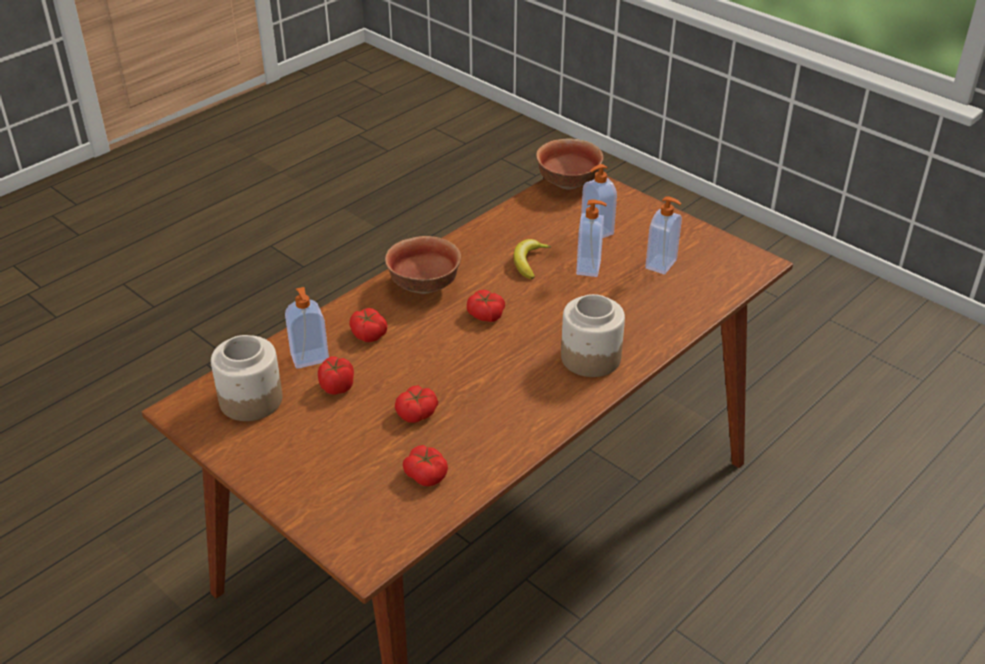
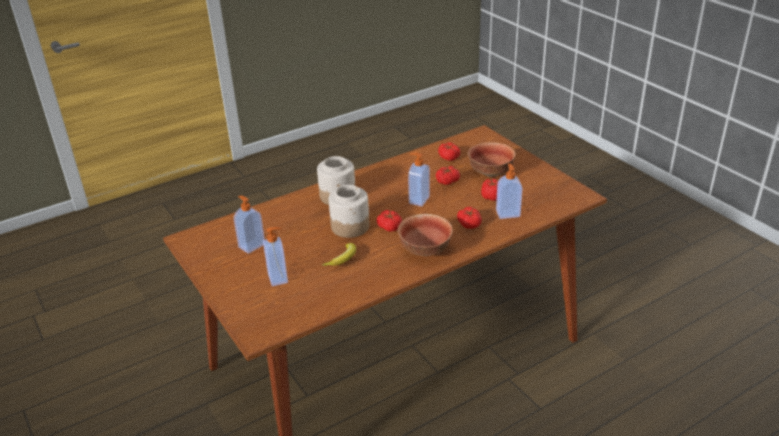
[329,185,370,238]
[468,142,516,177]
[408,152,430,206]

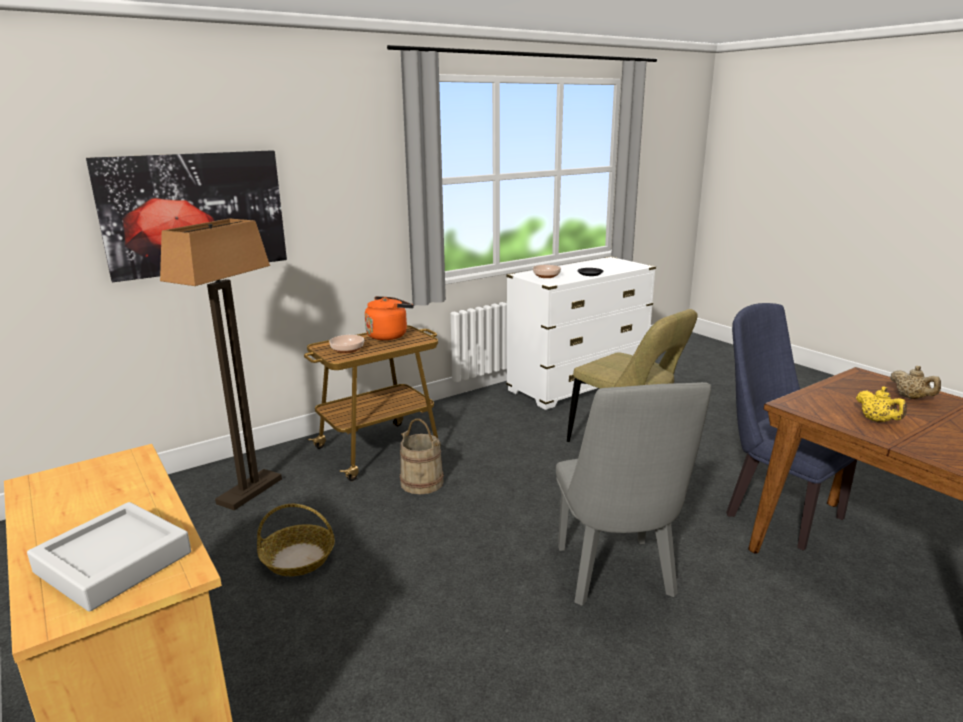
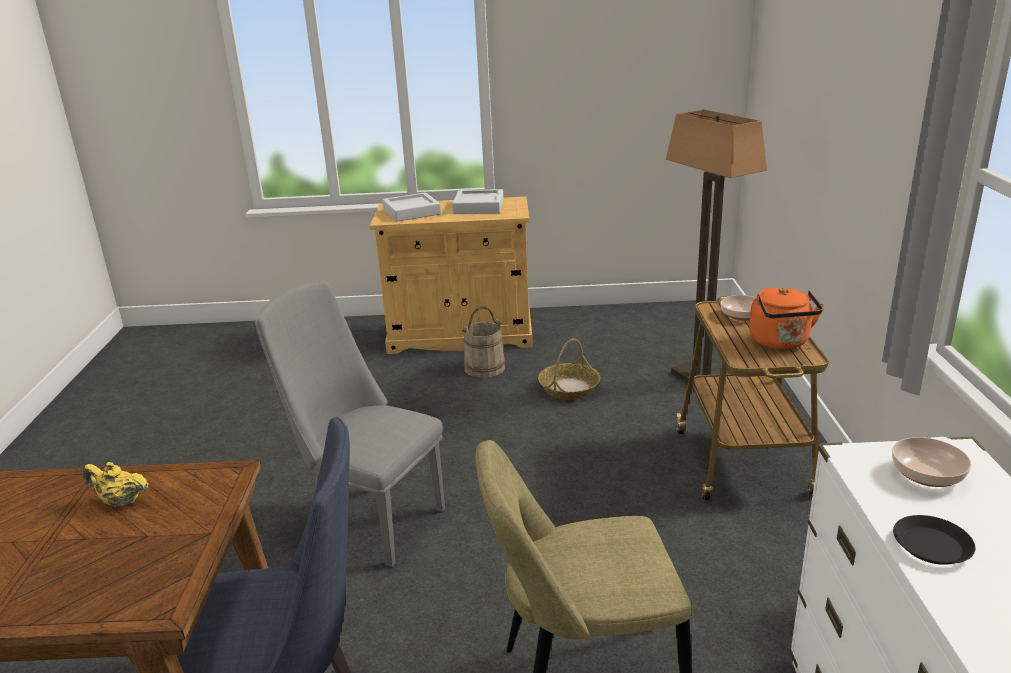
[86,150,287,282] (first image)
[462,306,505,378]
[890,366,941,399] (first image)
[452,189,503,214]

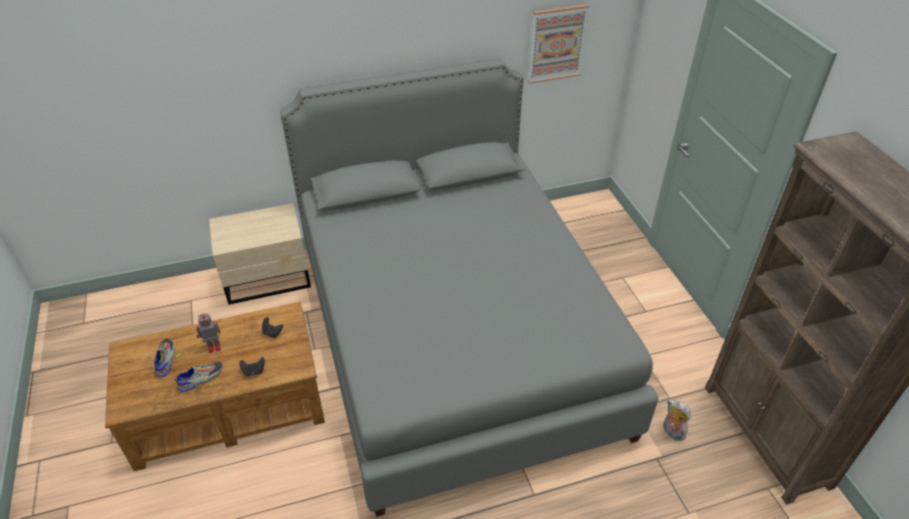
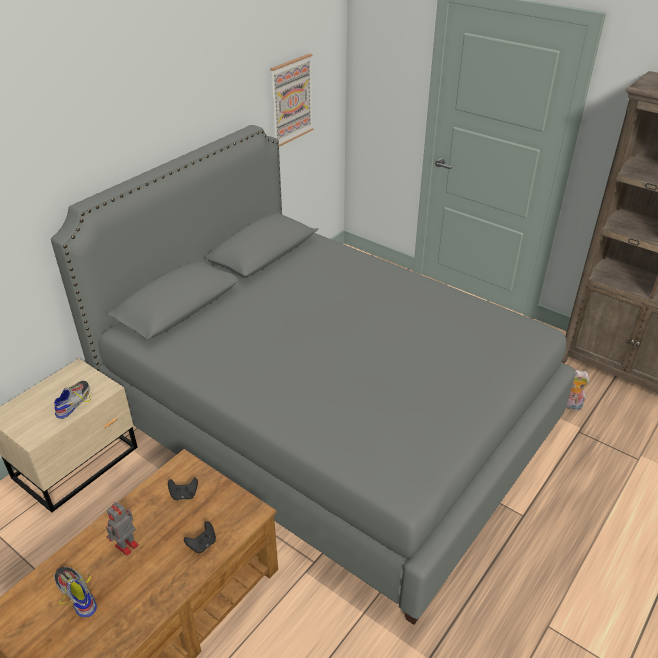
[54,381,91,419]

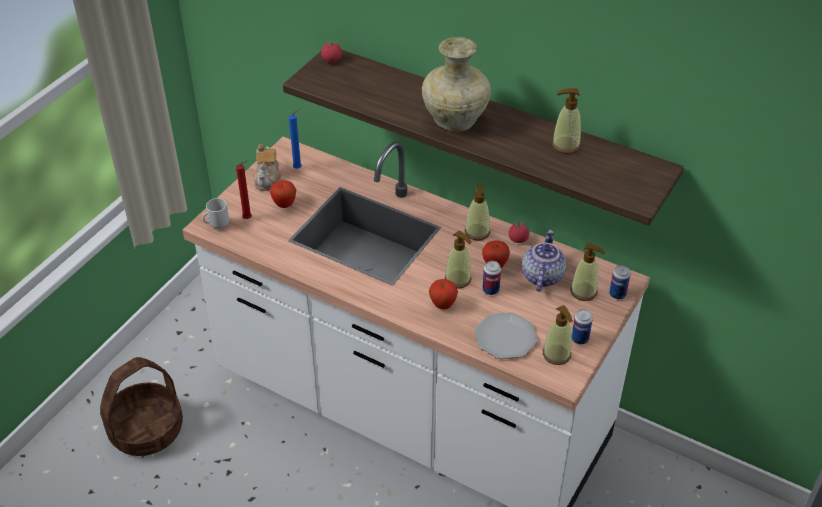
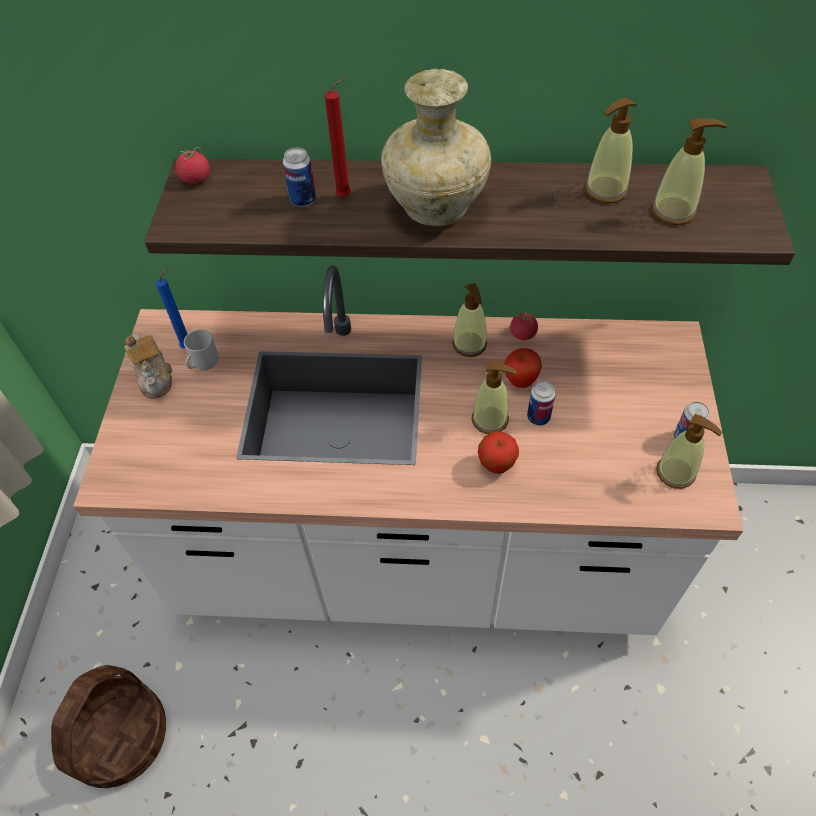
[184,329,219,370]
[325,78,351,197]
[270,180,296,208] (first image)
[475,312,537,359] (first image)
[522,230,566,291] (first image)
[652,118,727,225]
[283,148,316,207]

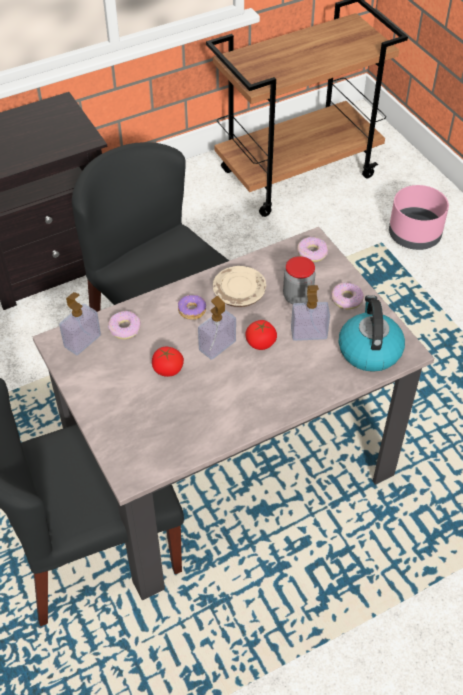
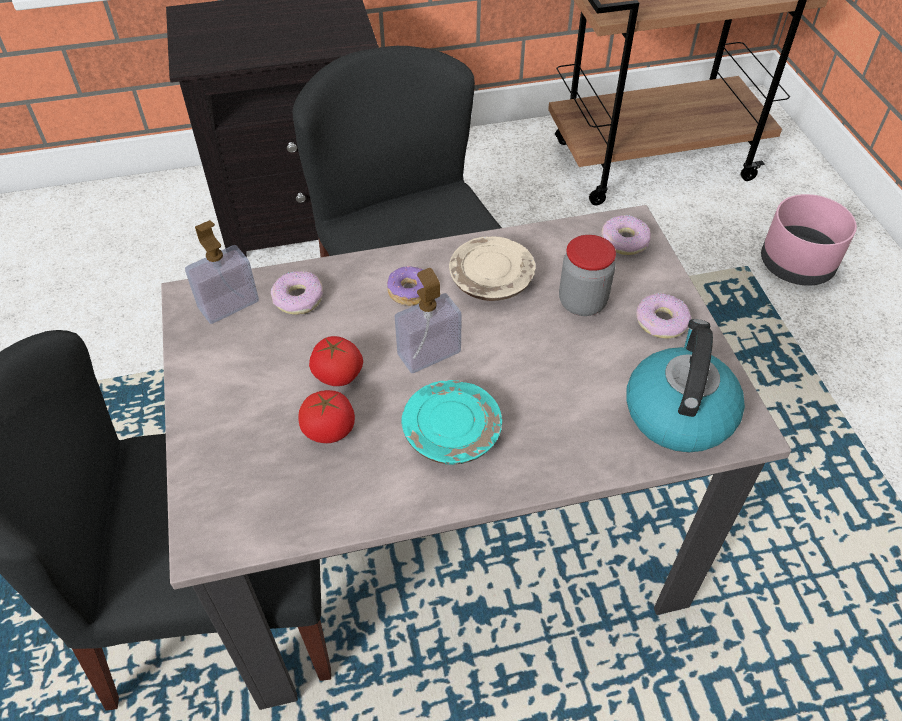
[298,390,355,443]
[291,285,330,341] (first image)
[402,380,502,465]

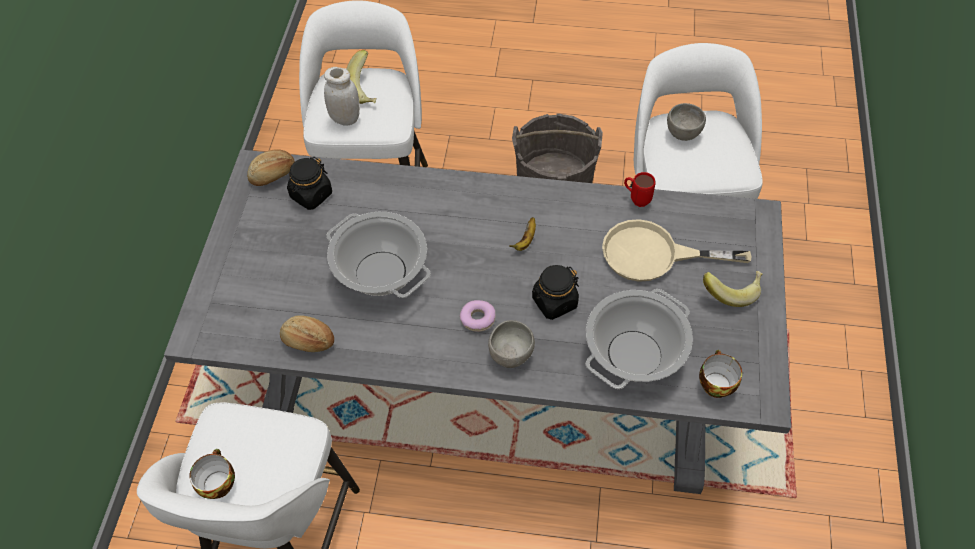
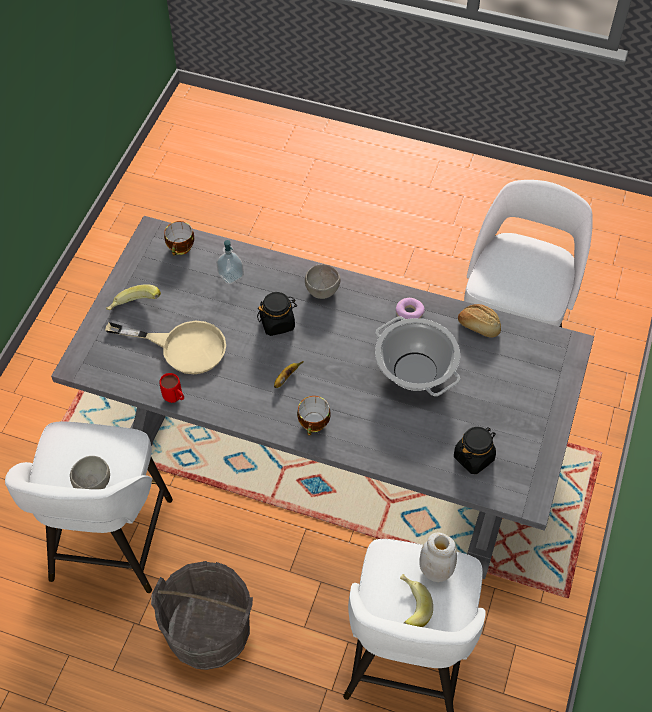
[297,396,331,436]
[247,149,295,186] (first image)
[396,298,425,319]
[216,240,244,284]

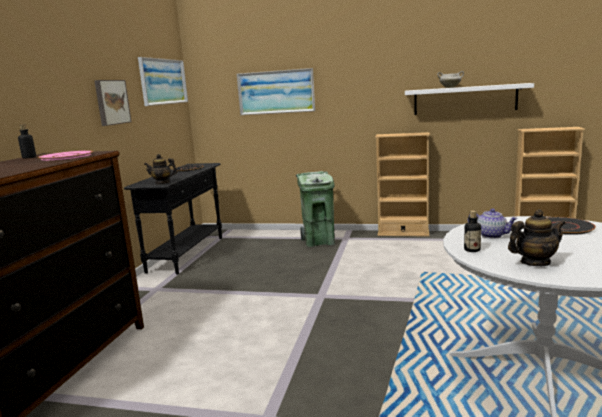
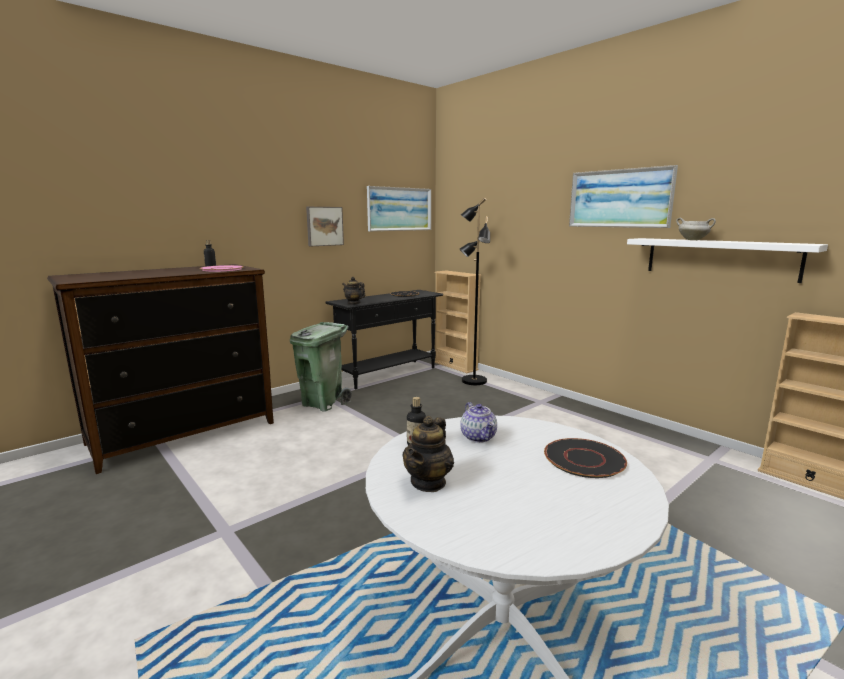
[569,165,678,228]
[290,322,352,412]
[435,271,481,373]
[402,416,454,492]
[460,197,490,385]

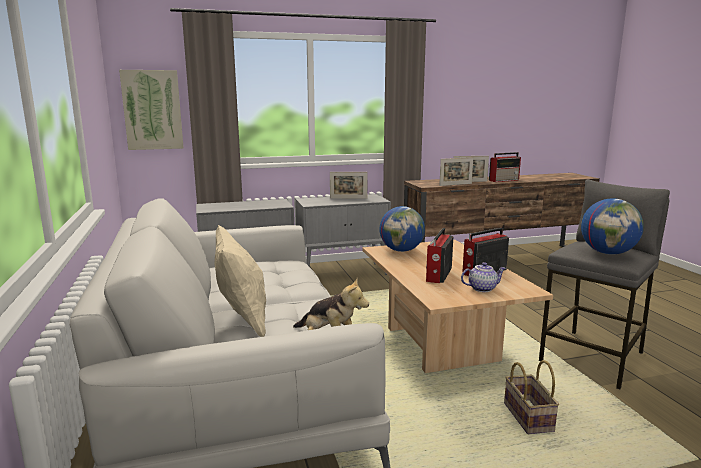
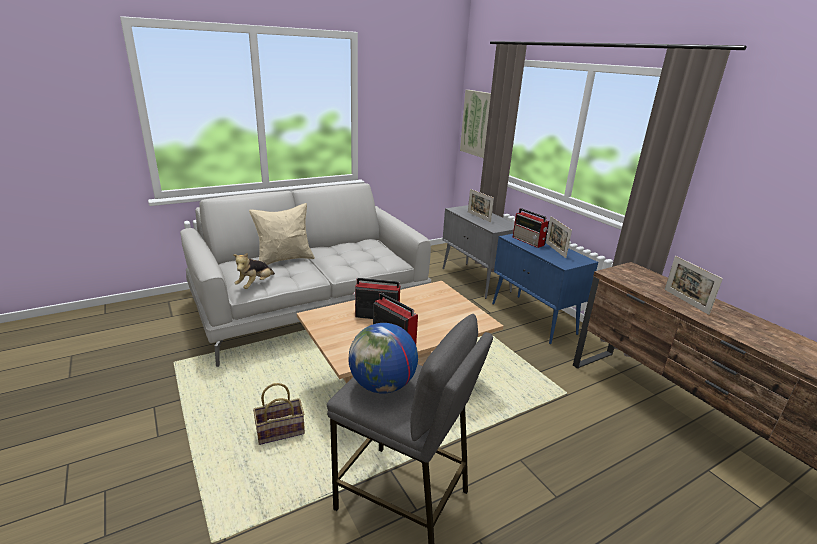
[492,234,598,344]
[379,206,425,252] (first image)
[468,189,494,222]
[461,262,506,292] (first image)
[513,208,549,248]

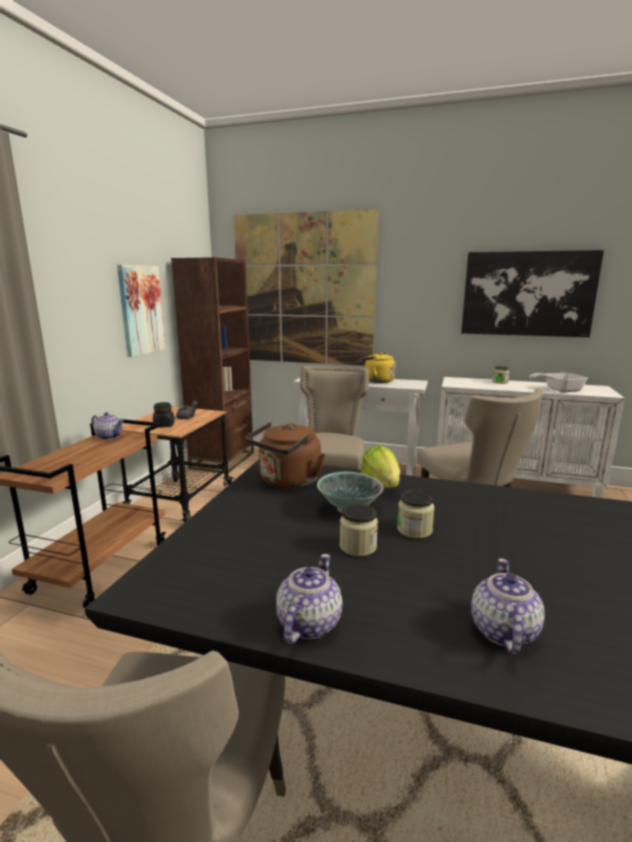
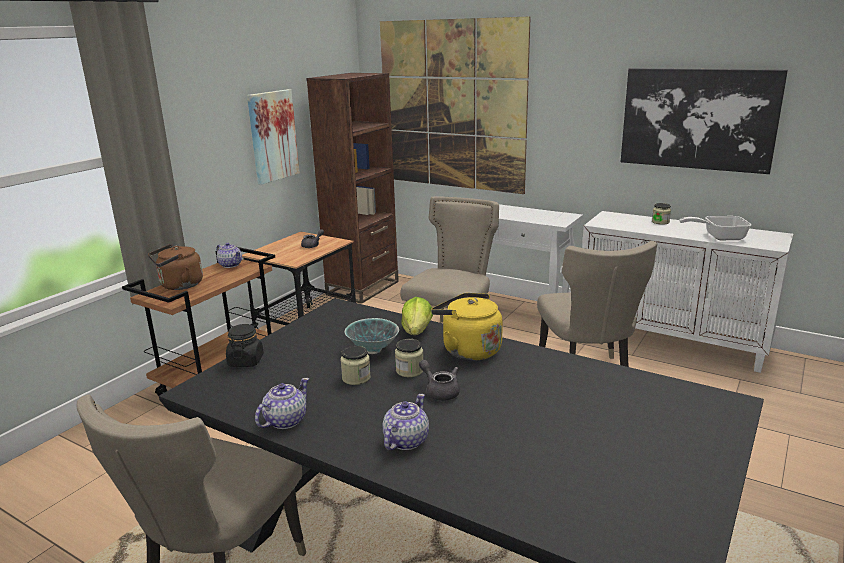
[226,324,264,367]
[148,244,203,290]
[431,293,503,361]
[419,360,460,401]

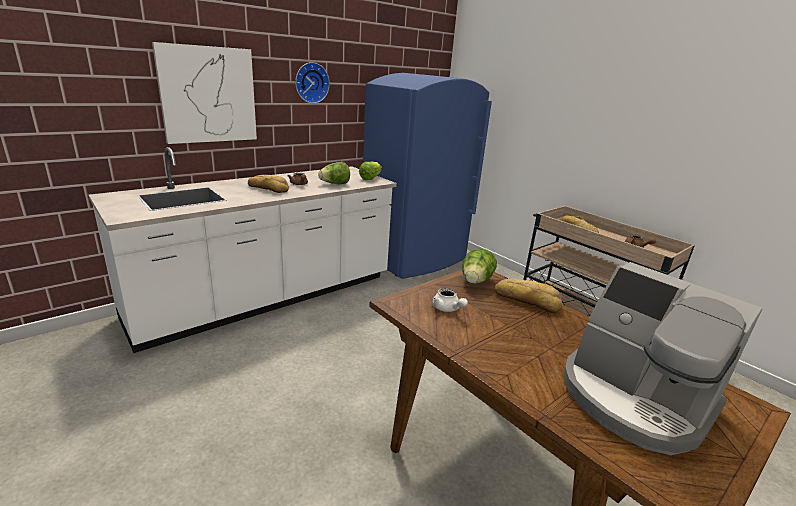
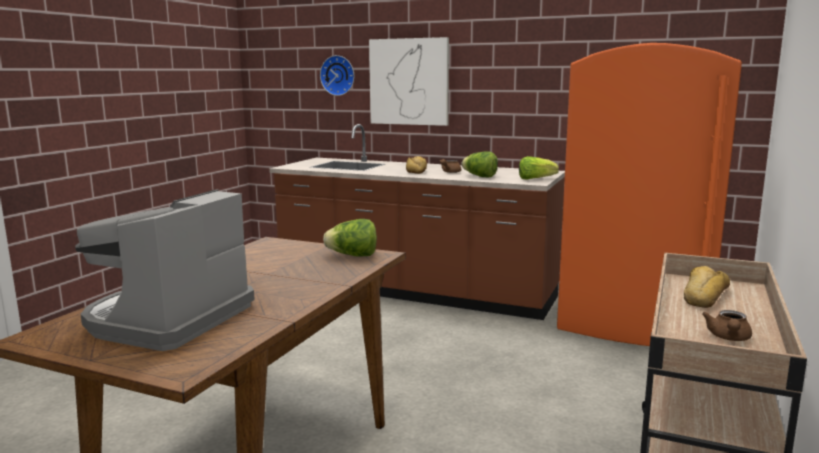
[269,124,565,320]
[320,55,354,96]
[557,43,742,346]
[432,288,468,312] (first image)
[495,278,563,313] (first image)

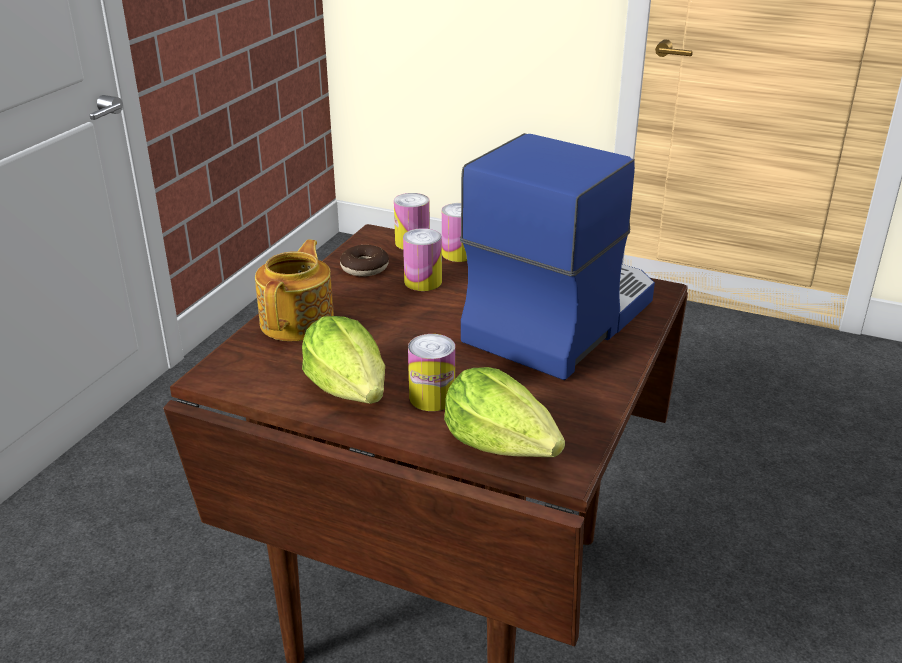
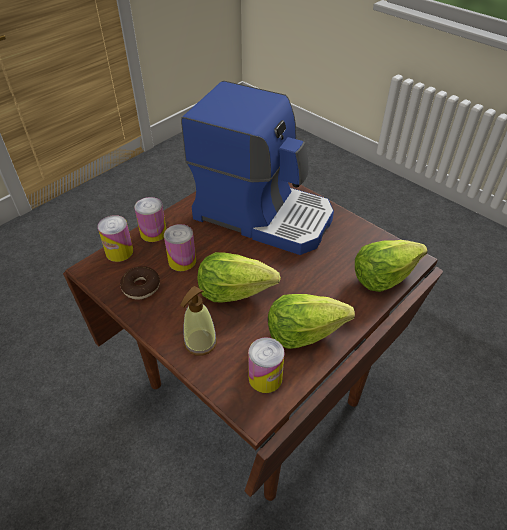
[180,286,217,356]
[248,337,285,393]
[181,81,334,255]
[198,252,281,303]

